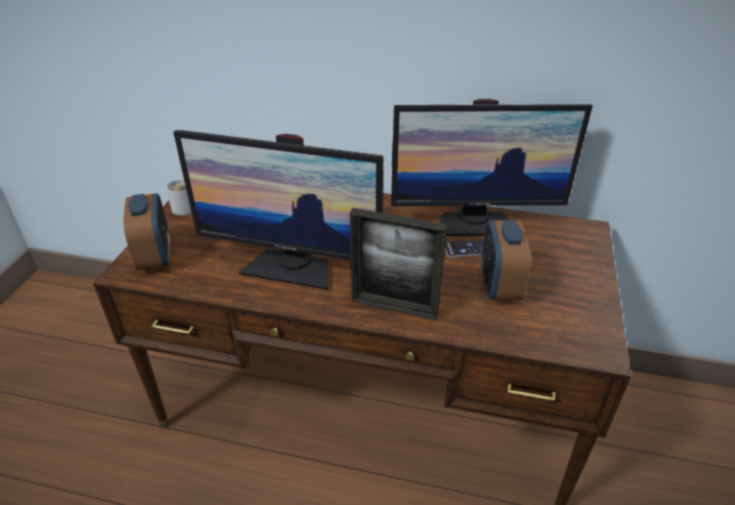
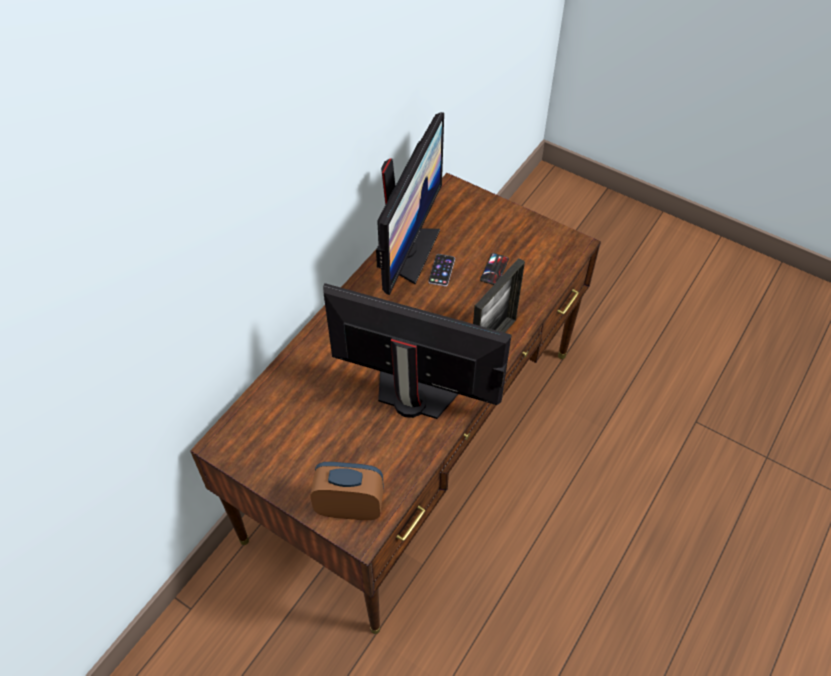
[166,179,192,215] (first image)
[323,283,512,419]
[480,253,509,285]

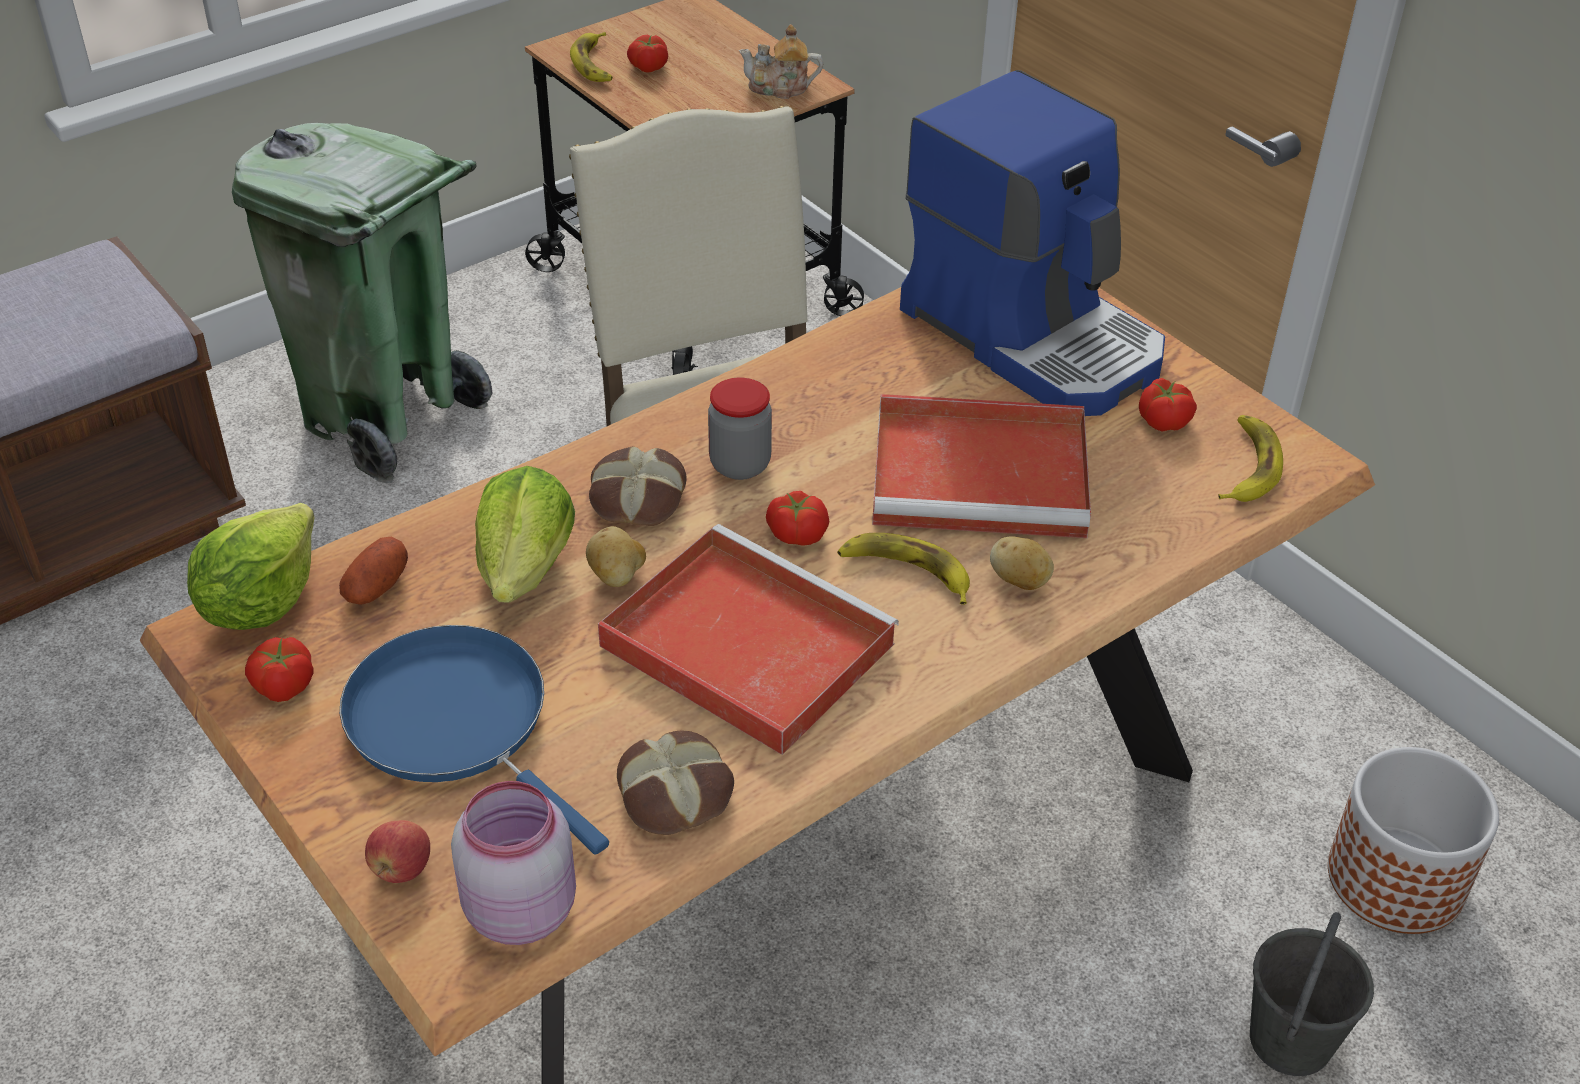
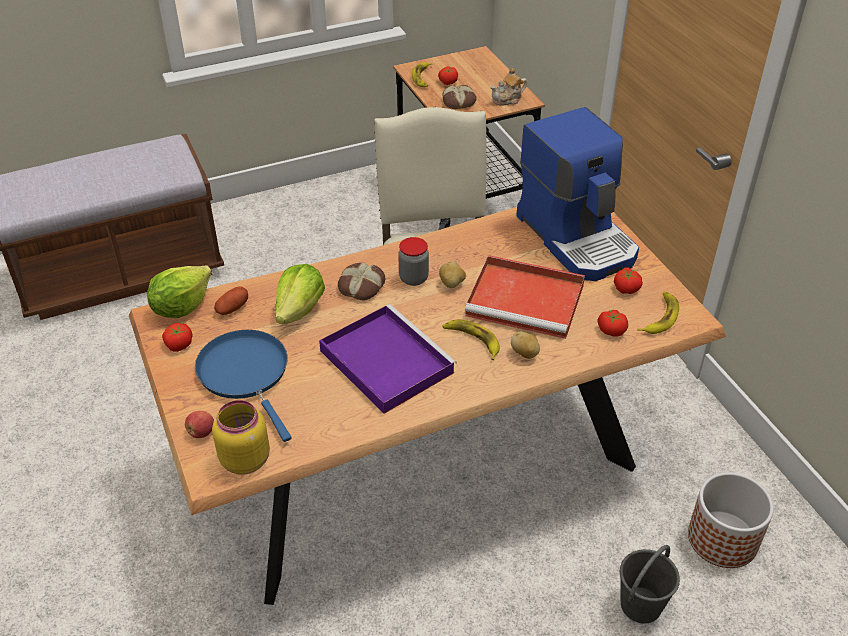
[232,123,493,483] (first image)
[212,400,270,475]
[439,261,466,288]
[319,304,457,414]
[443,85,477,109]
[490,68,527,105]
[598,310,628,337]

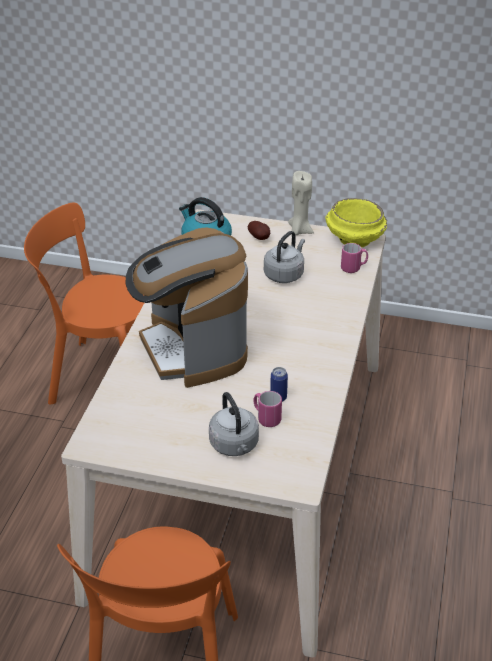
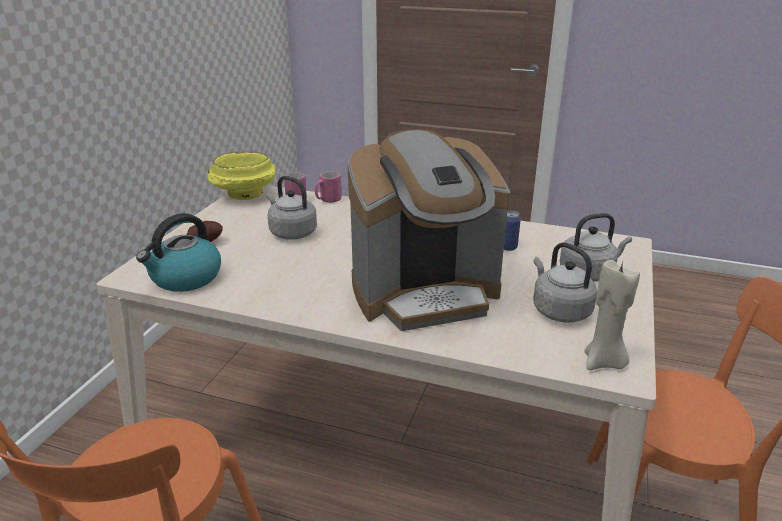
[315,171,341,203]
[585,260,640,370]
[533,242,597,323]

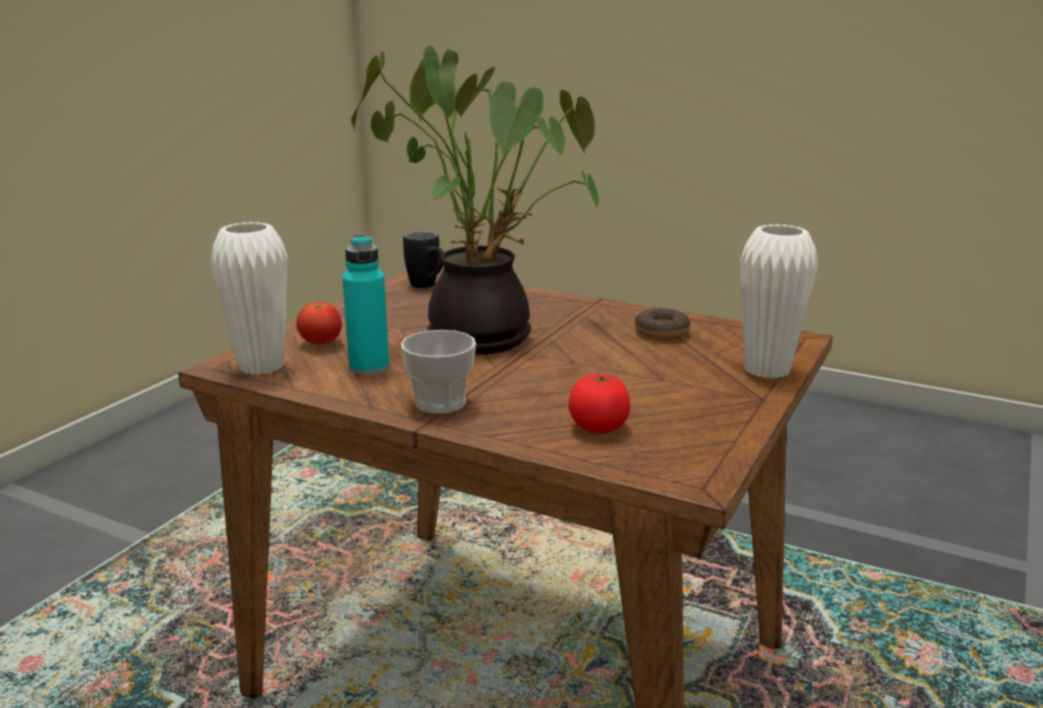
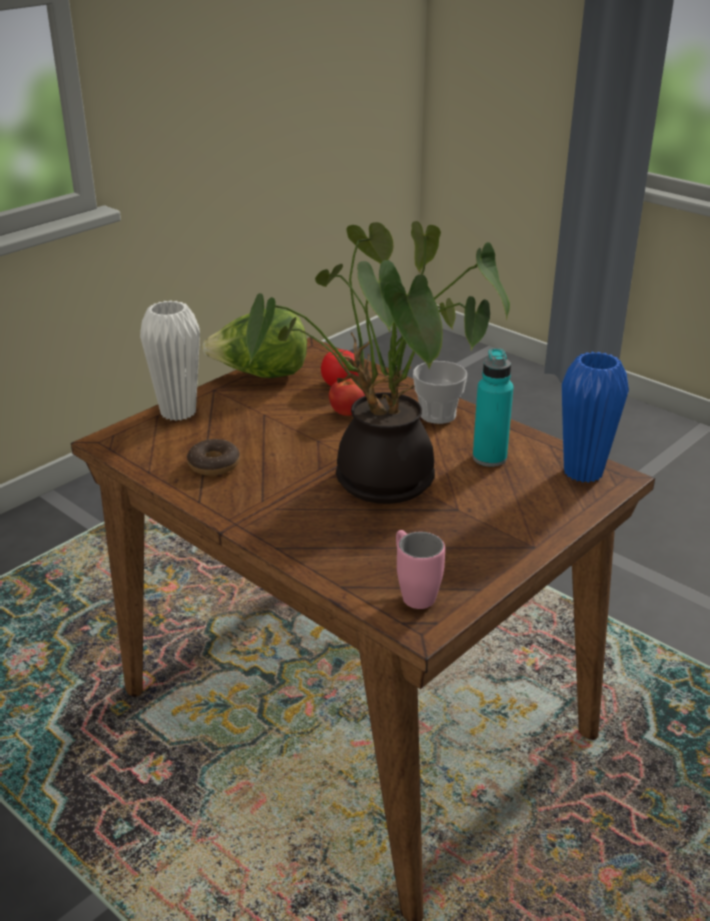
[562,352,629,483]
[329,378,365,416]
[396,530,445,609]
[202,308,307,378]

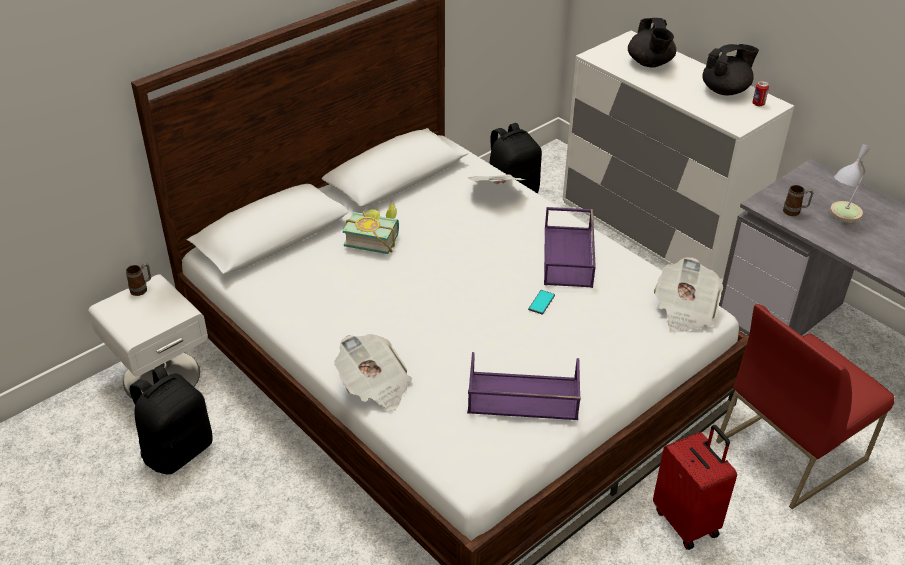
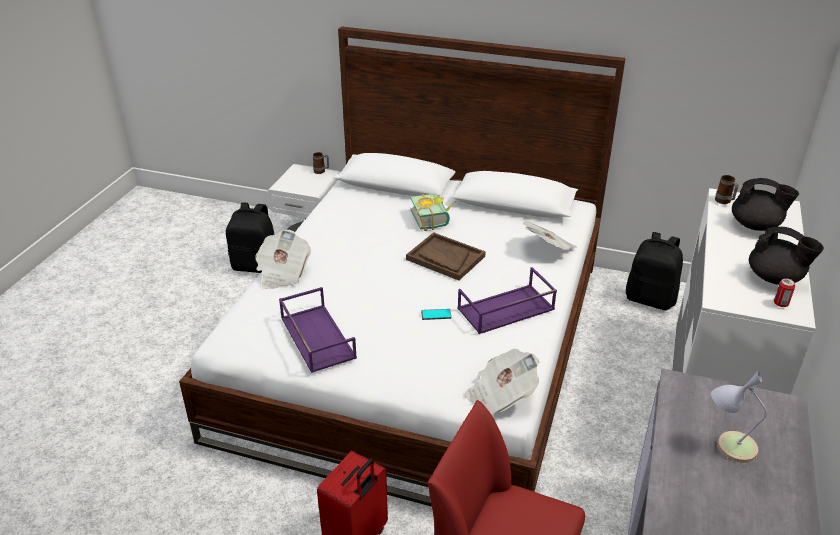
[732,178,799,231]
[715,175,738,204]
[406,232,486,280]

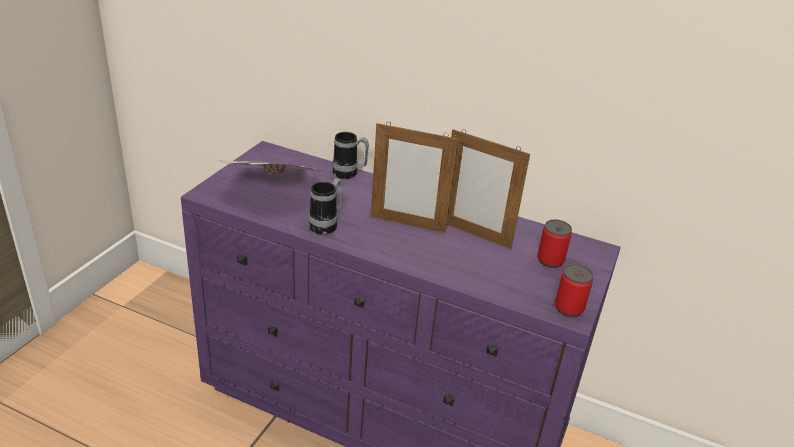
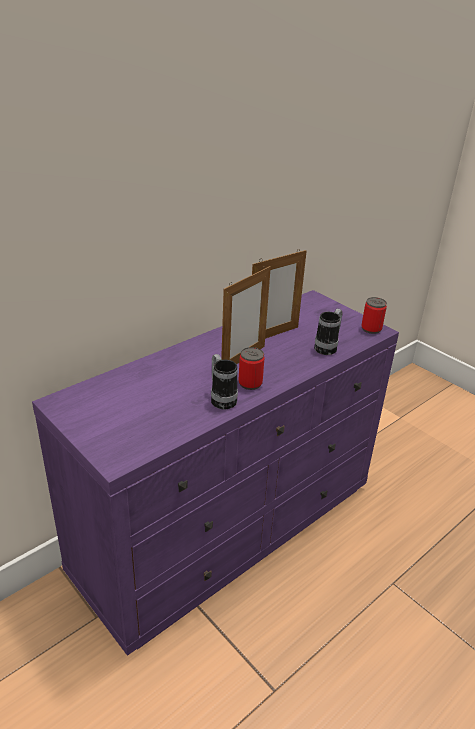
[219,160,320,176] (first image)
[314,308,342,355]
[238,347,265,390]

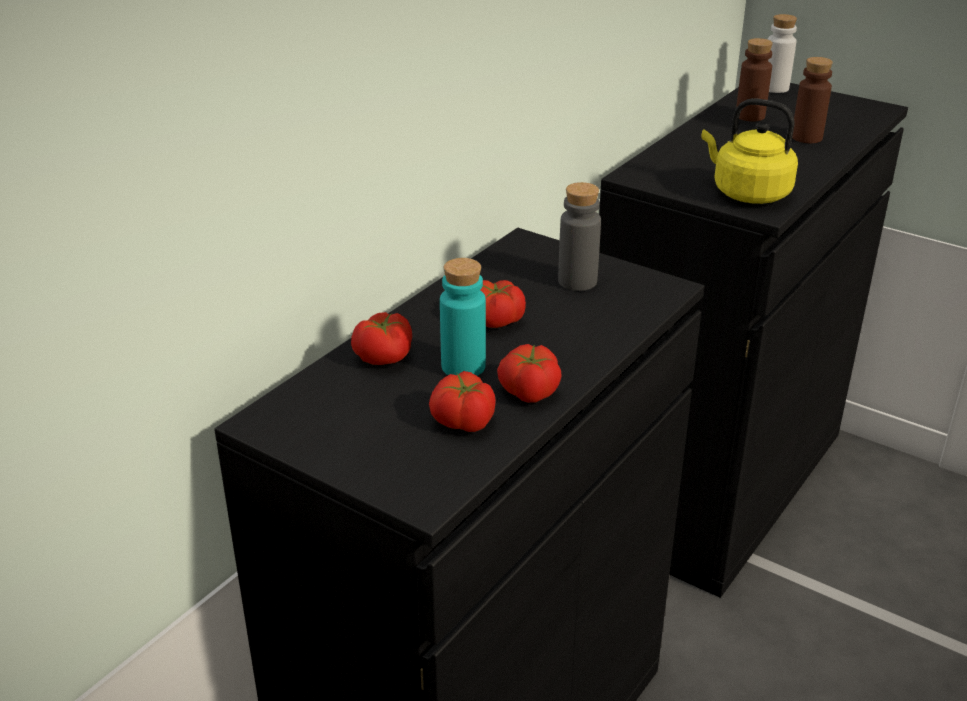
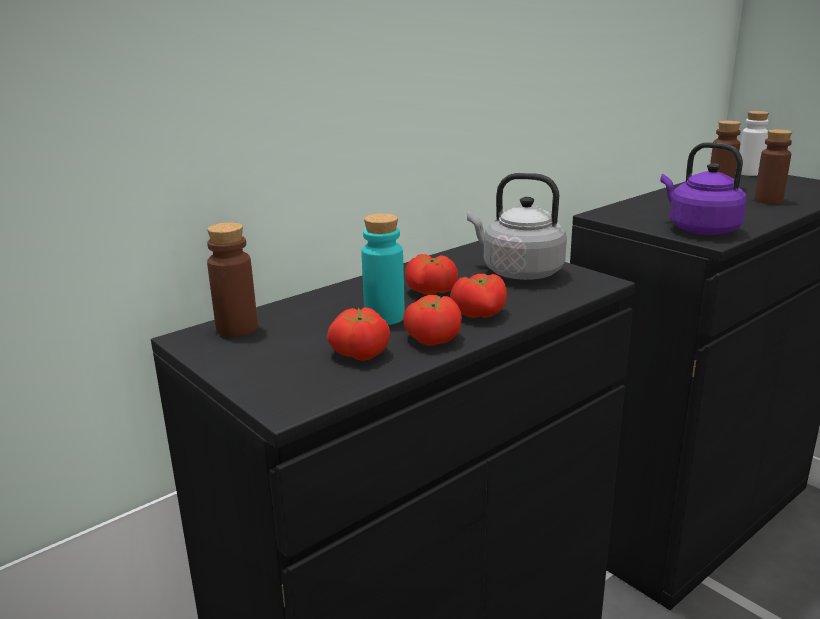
[450,274,507,318]
[467,173,567,280]
[661,142,747,235]
[207,222,258,337]

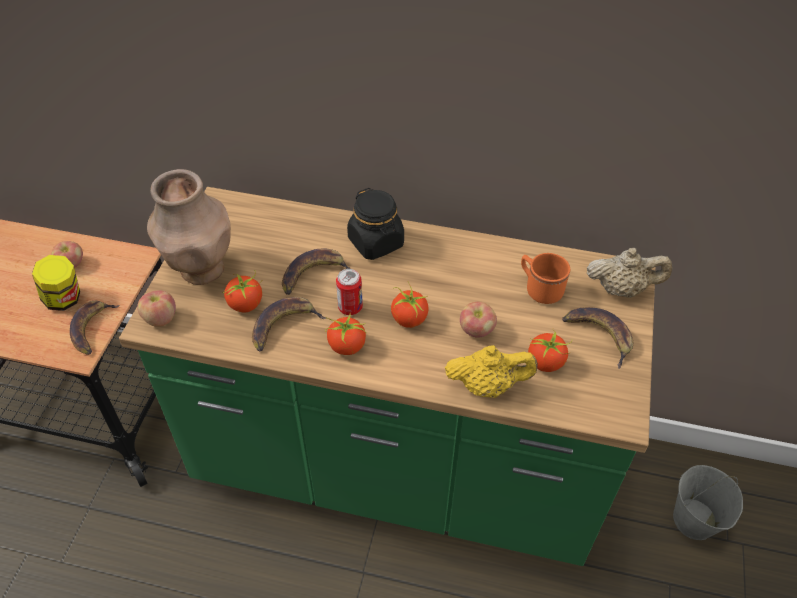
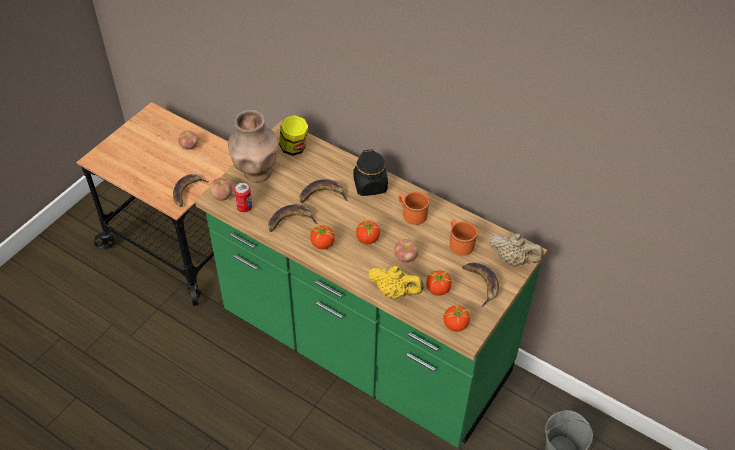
[279,115,309,156]
[443,303,473,332]
[234,183,252,213]
[399,192,429,225]

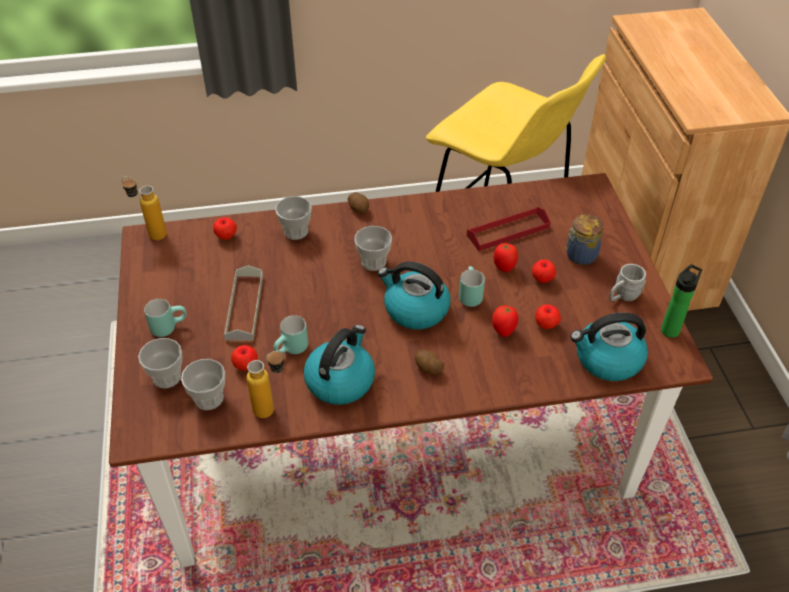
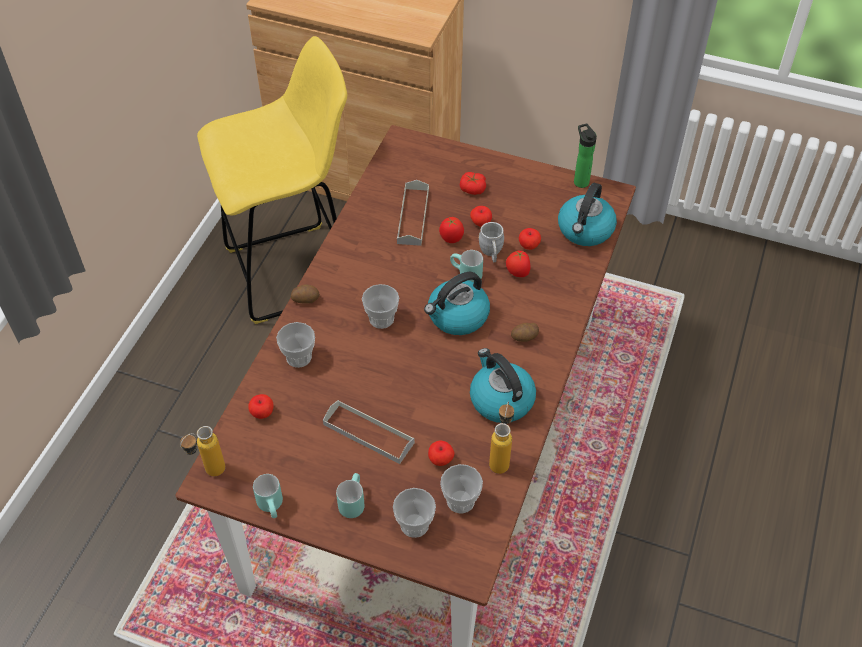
[253,474,283,518]
[397,180,429,246]
[460,172,486,195]
[478,222,504,262]

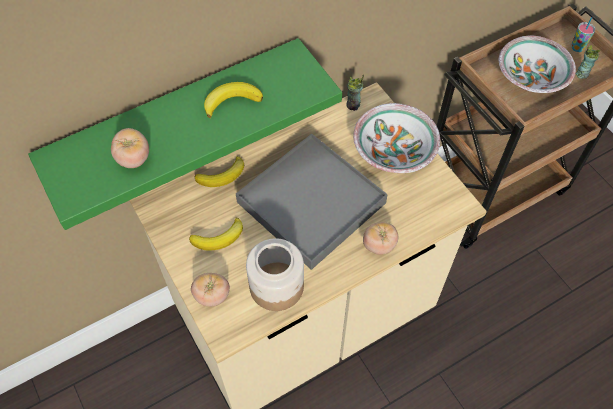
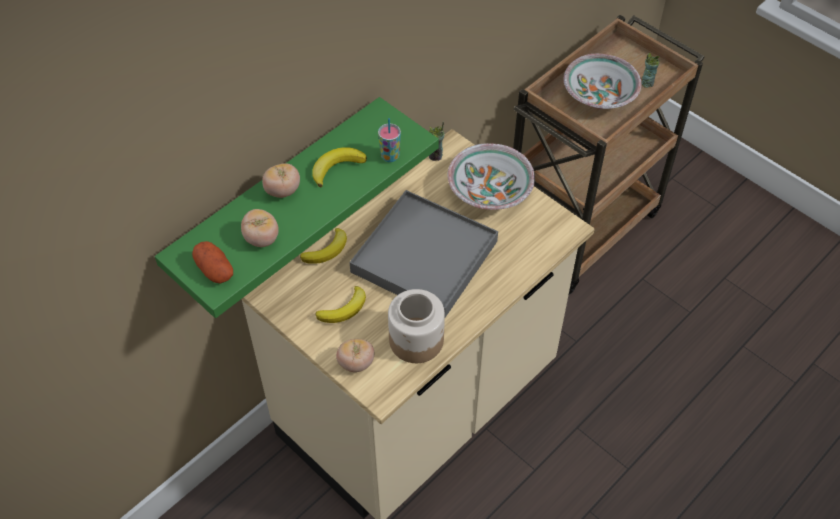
[262,163,300,198]
[378,118,401,162]
[192,241,233,284]

